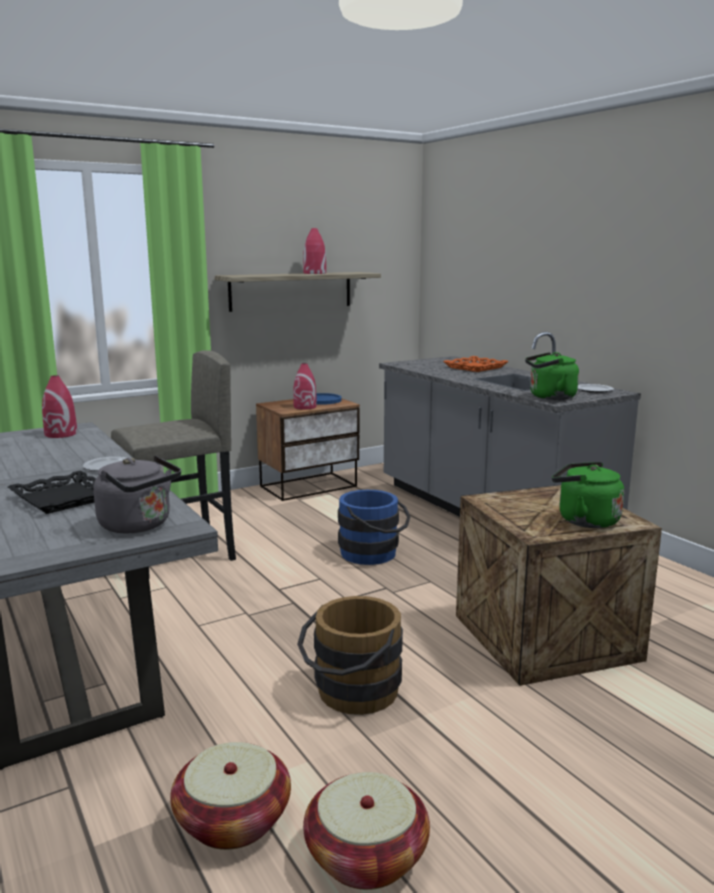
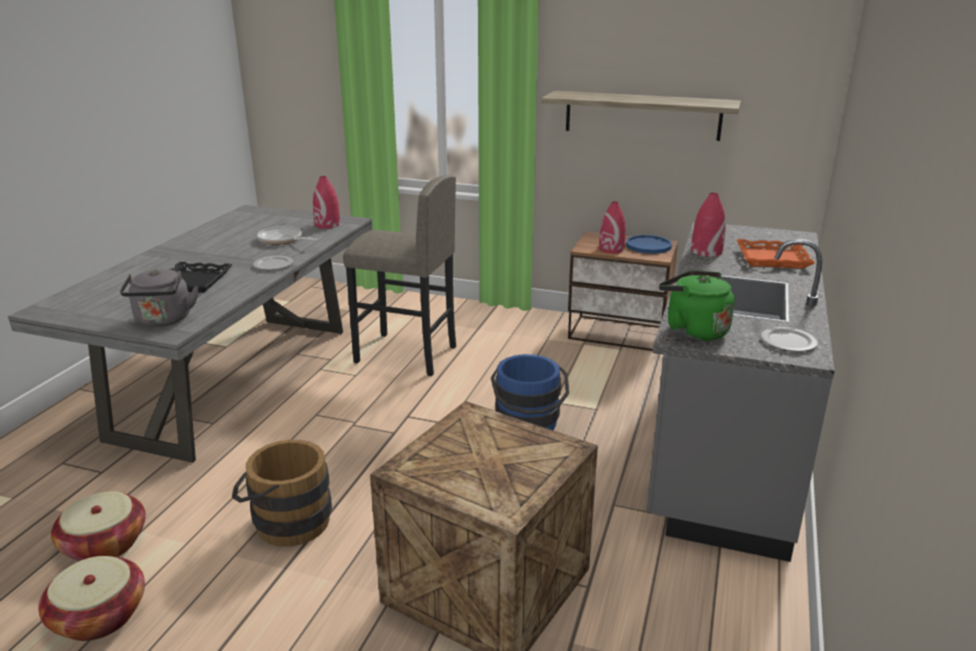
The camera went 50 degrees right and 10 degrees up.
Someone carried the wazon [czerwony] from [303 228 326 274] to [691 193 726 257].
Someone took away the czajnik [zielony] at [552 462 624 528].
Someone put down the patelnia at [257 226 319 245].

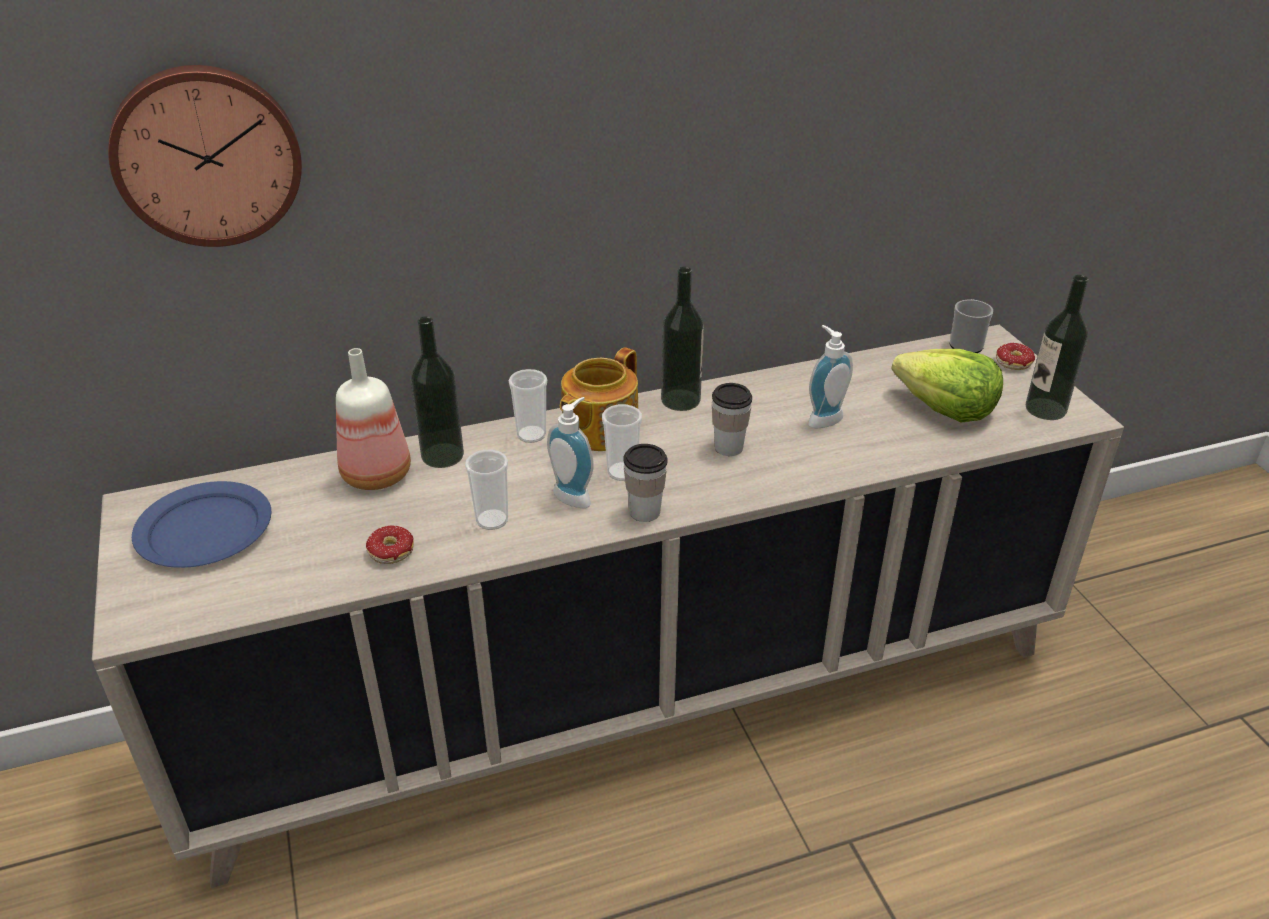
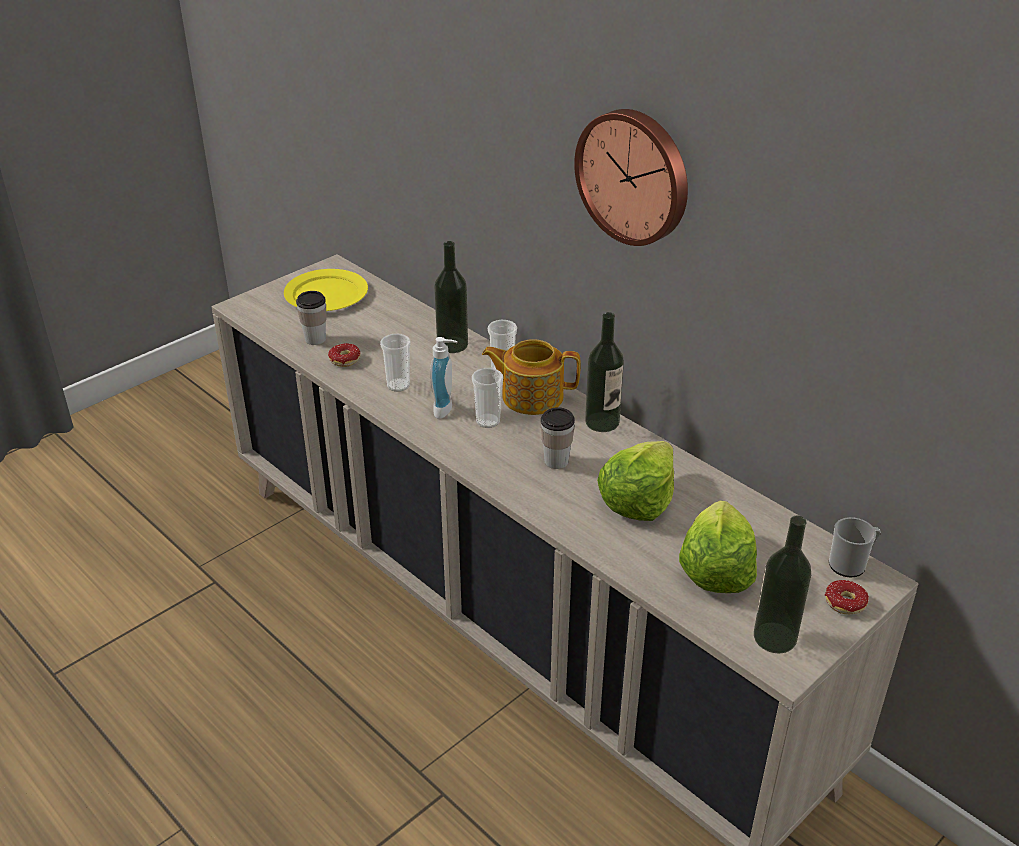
The camera went 65 degrees right and 0 degrees up.
Someone carried the zegar ścienny from [108 65 302 247] to [574 109 688 246].
Someone swapped the dozownik mydła at [808 325 853 428] for the sałata at [597 441 674 521].
Someone took away the butelka at [336 348 411 490].
Someone carried the filiżanka from [623 444 668 522] to [296 291 326 345].
Someone repainted the talerz [niebieski] at [132 481 272 568], which became the talerz [żółty] at [284 269 368 311].

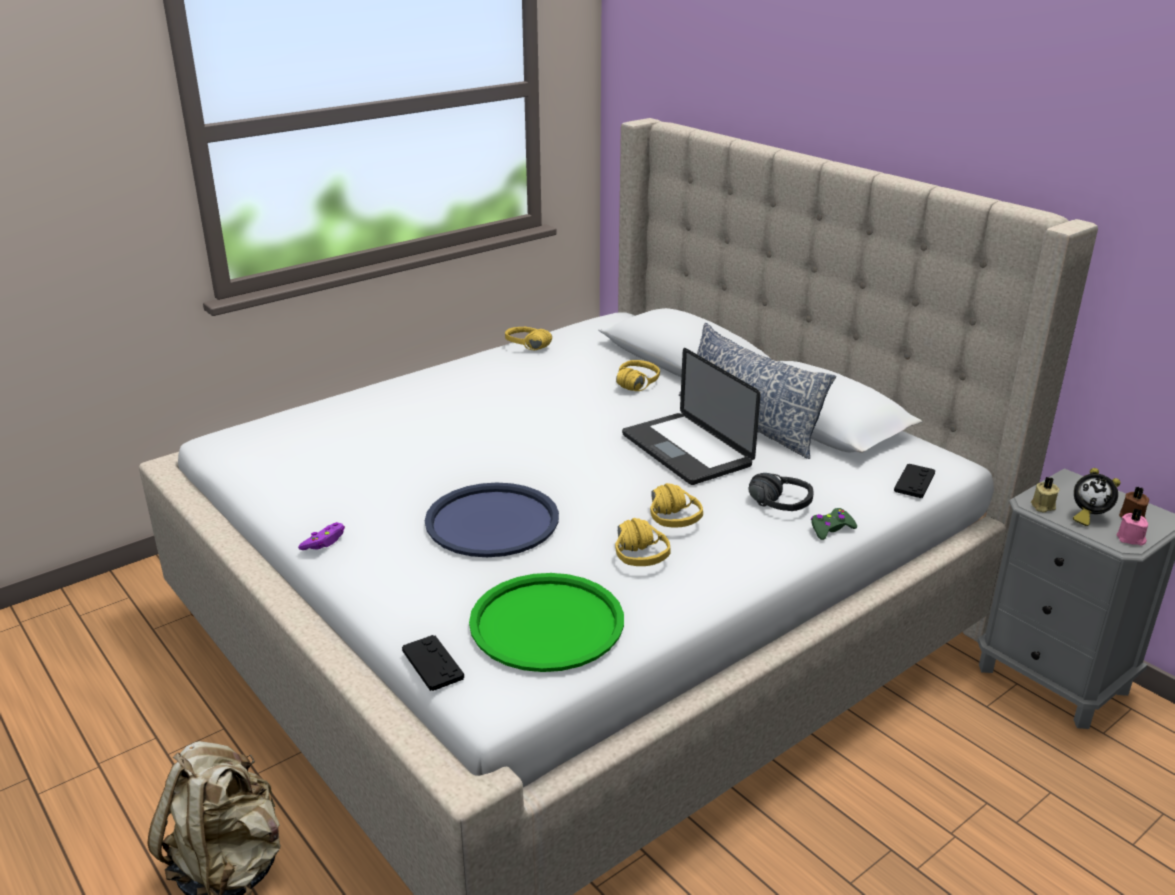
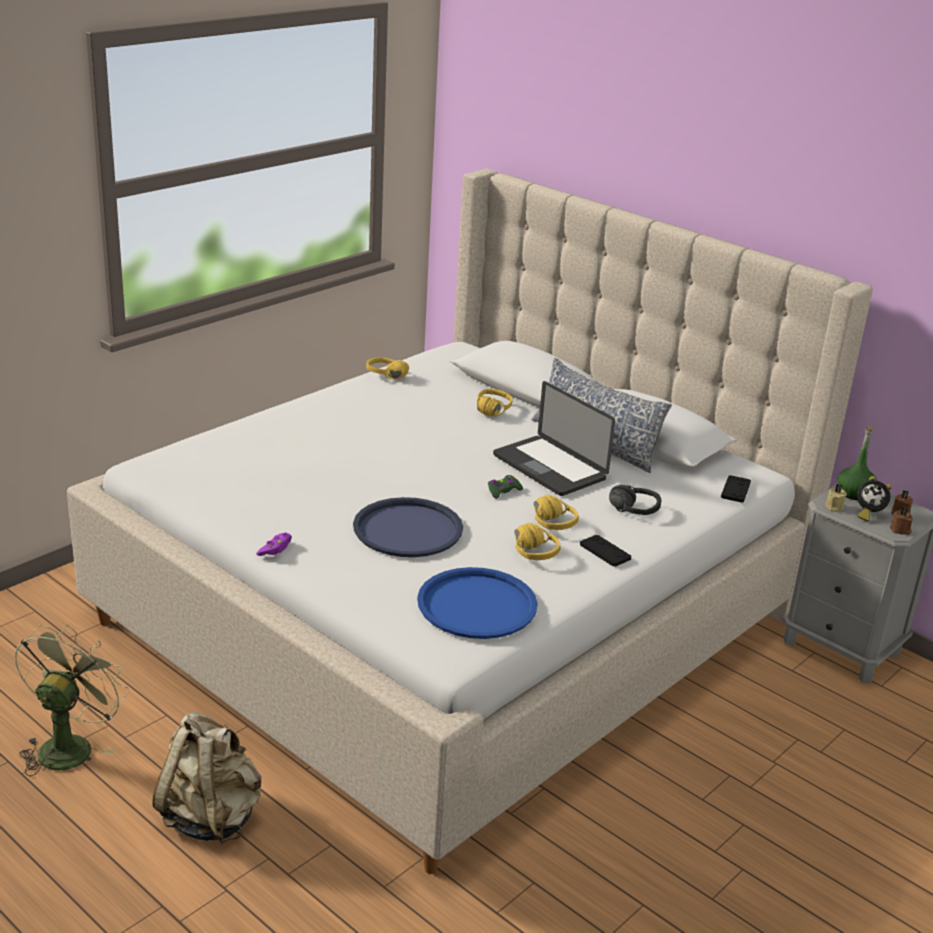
The camera went 10 degrees left and 0 degrees up.
Someone carried the pad do gier [zielony] from [811 508 857 540] to [488 475 523 499].
Someone repainted the świeca [różowy] at [1116 508 1149 546], which became the świeca [brązowy] at [890 506 913 535].
Someone repainted the taca [zielony] at [469 573 624 672], which became the taca [niebieski] at [417 567 538 639].
Someone carried the pad do gier [czarny] from [402 635 464 691] to [580 535 631 567].
Someone put down the butelka [zielony] at [838 426 877 500].
Someone put down the wentylator [zielony] at [14 625 129 777].

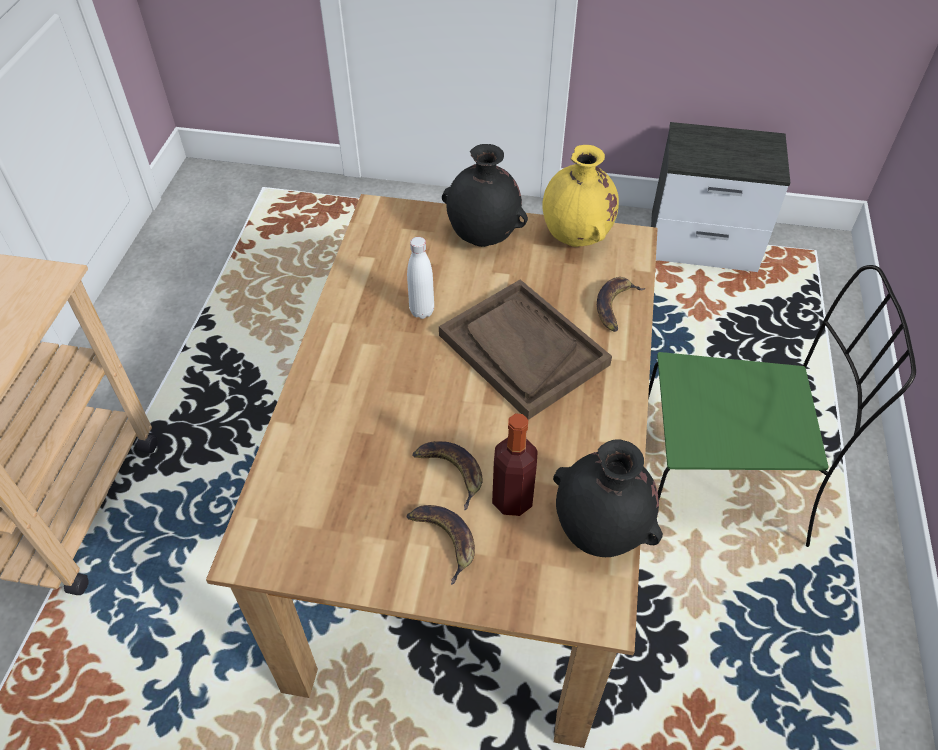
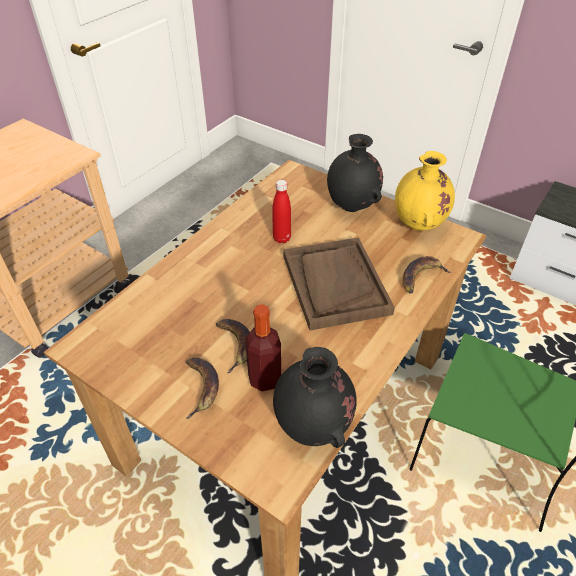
The camera went 25 degrees right and 5 degrees down.
Someone repainted the butelka [biały] at [407 237 434 319], which became the butelka [czerwony] at [272 180 291 243].

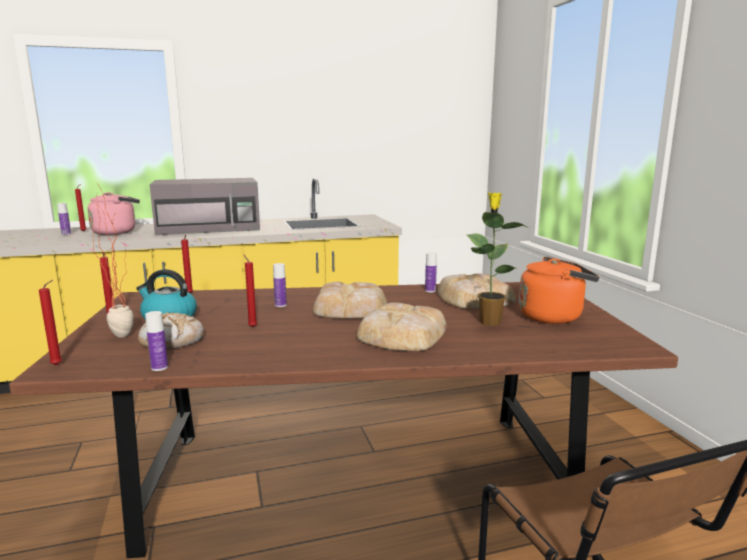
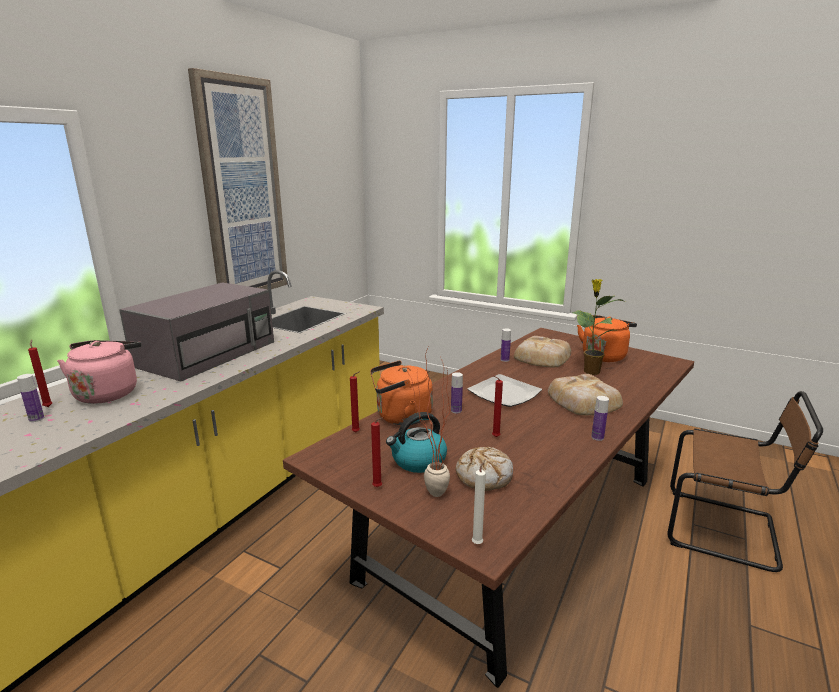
The camera went 45 degrees left and 5 degrees up.
Someone repainted the świeca [czerwony] at [39 280 62 365], which became the świeca [biały] at [472 459 486 544].
Someone swapped the chleb at [313 282 387 319] for the talerz at [468 374 542 407].
Someone carried the butelka from [145 311 168 371] to [591 396 609 441].
Someone put up the obraz at [188 68 288 289].
Someone put down the czajnik [pomarańczowy] at [370 361 433 425].

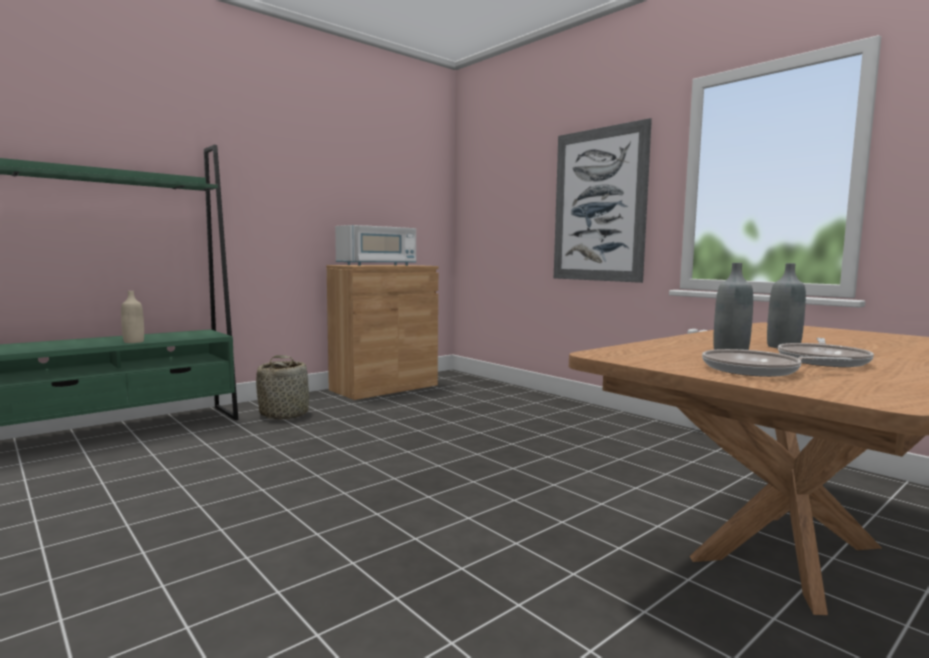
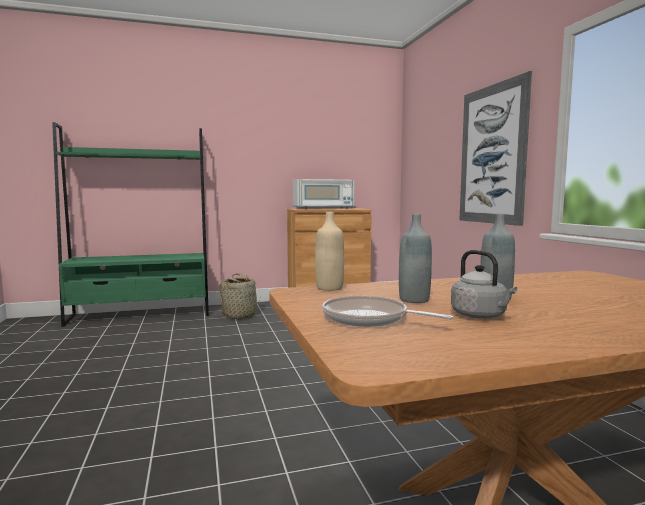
The camera went 25 degrees right and 0 degrees up.
Someone carried the butelka [beżowy] from [121 291 144 343] to [315 212 344 291].
Someone swapped the patelnia at [778 338 874 367] for the czajnik [szary] at [451 250 517 319].

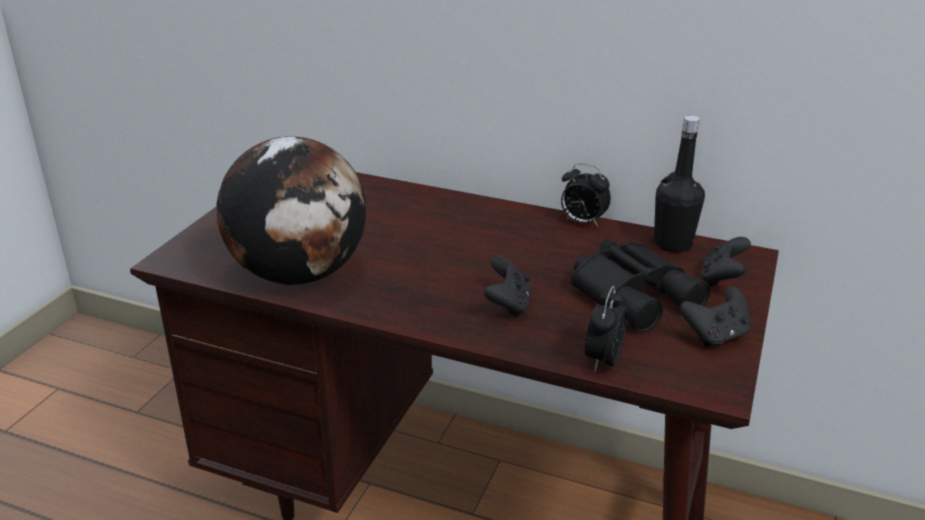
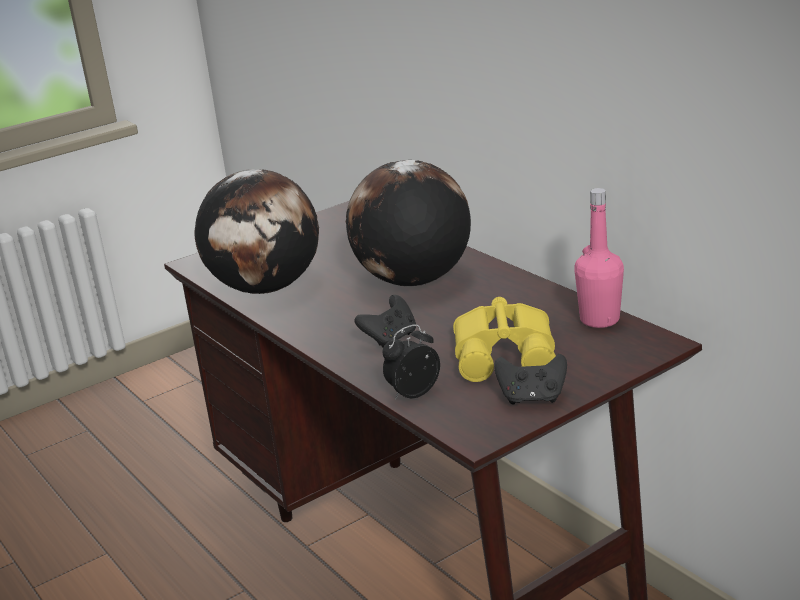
The camera went 35 degrees right and 5 degrees down.
Someone repainted the butelka [czarny] at [654 116 705 252], which became the butelka [różowy] at [574 188 624 328].
Someone took away the budzik at [561 163 611 227].
Someone took away the pad do gier [czarny] at [700 237 751 287].
Someone repainted the lornetka [czarny] at [571 239 711 332], which became the lornetka [żółty] at [453 297 556 382].
Someone put down the globus at [346 160 471 287].

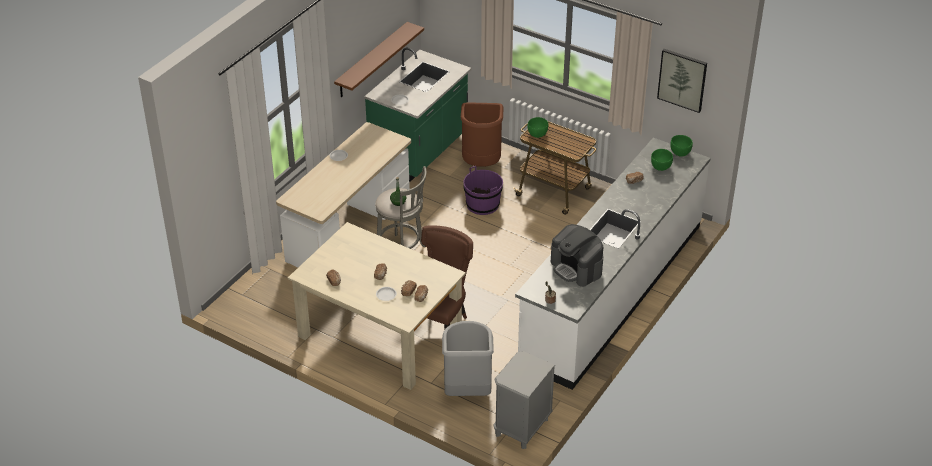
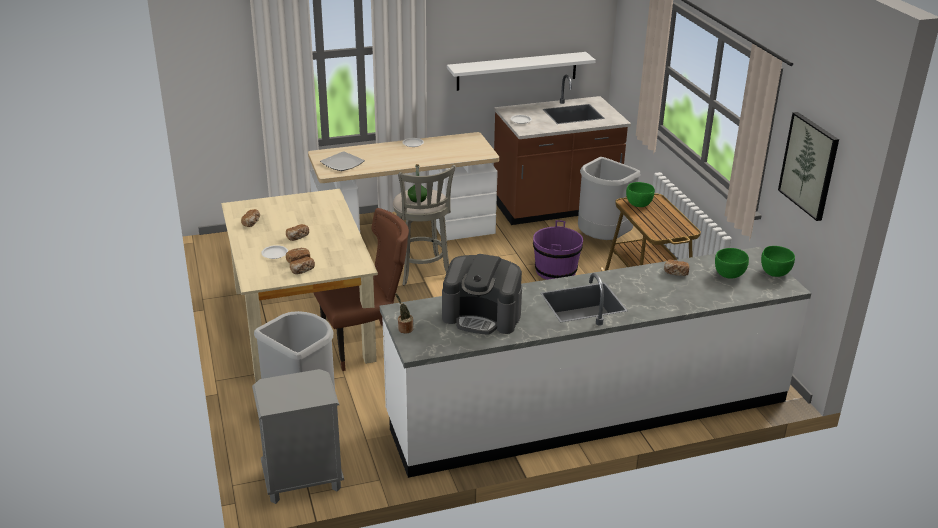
The camera went 40 degrees right and 10 degrees down.
Someone repainted the półka [brązowy] at [334 22 424 97], which became the półka [biały] at [447 52 596 91].
Someone repainted the zabudowa kuchenna [zielony] at [364 48 471 182], which became the zabudowa kuchenna [brązowy] at [494 75 631 225].
Someone repainted the kosz na śmieci [brązowy] at [461 102 503 167], which became the kosz na śmieci [szary] at [578 157 640 240].
Someone rotated the ekspres do kawy at [551 224 603 287] by 75 degrees counterclockwise.
Someone put down the talerz at [320 151 365 171].

